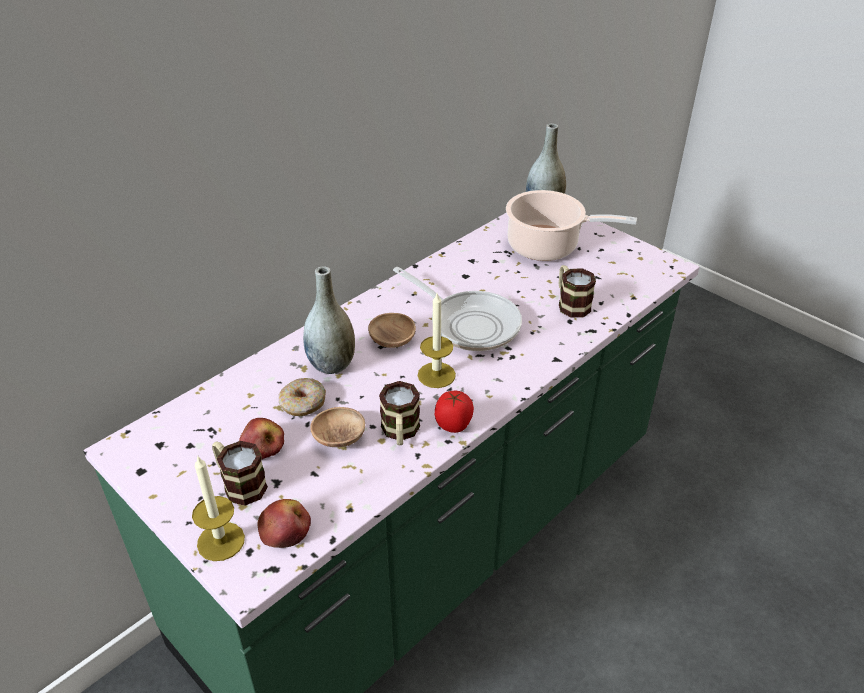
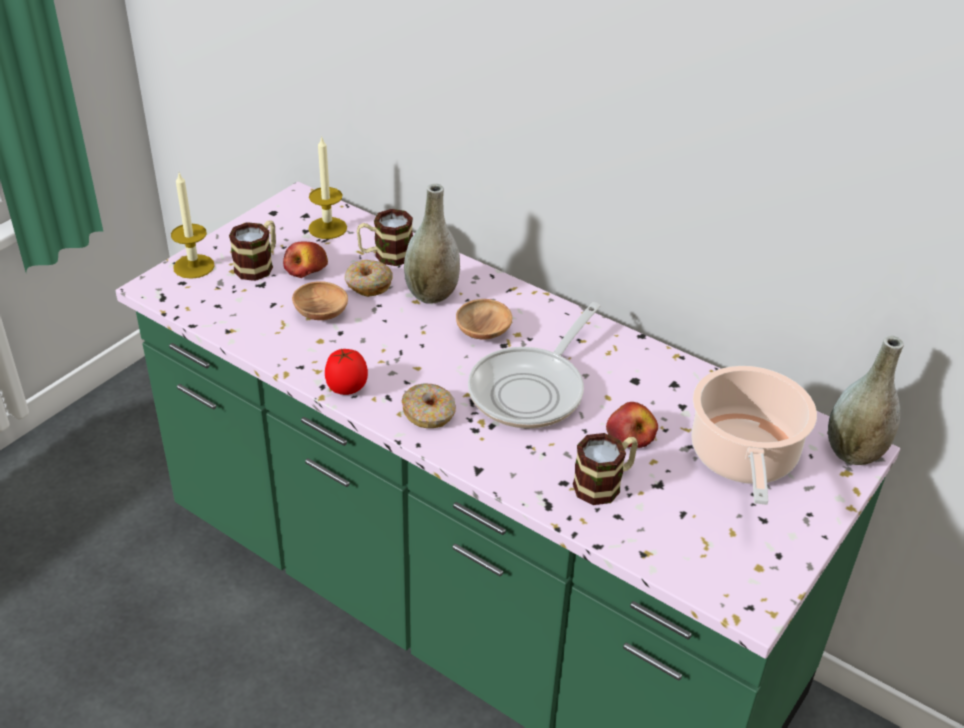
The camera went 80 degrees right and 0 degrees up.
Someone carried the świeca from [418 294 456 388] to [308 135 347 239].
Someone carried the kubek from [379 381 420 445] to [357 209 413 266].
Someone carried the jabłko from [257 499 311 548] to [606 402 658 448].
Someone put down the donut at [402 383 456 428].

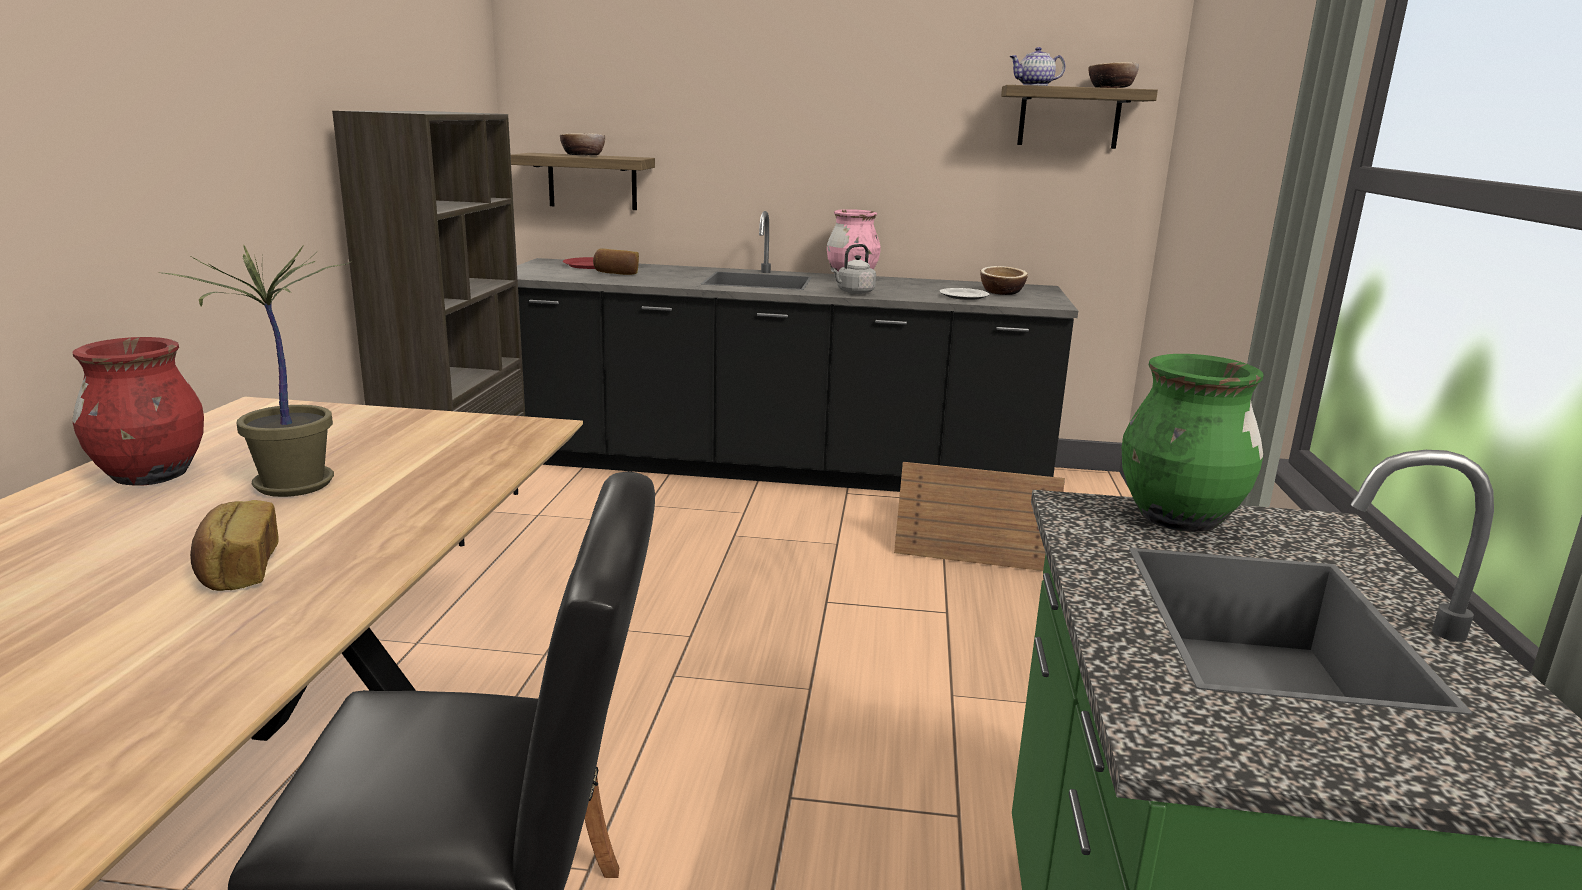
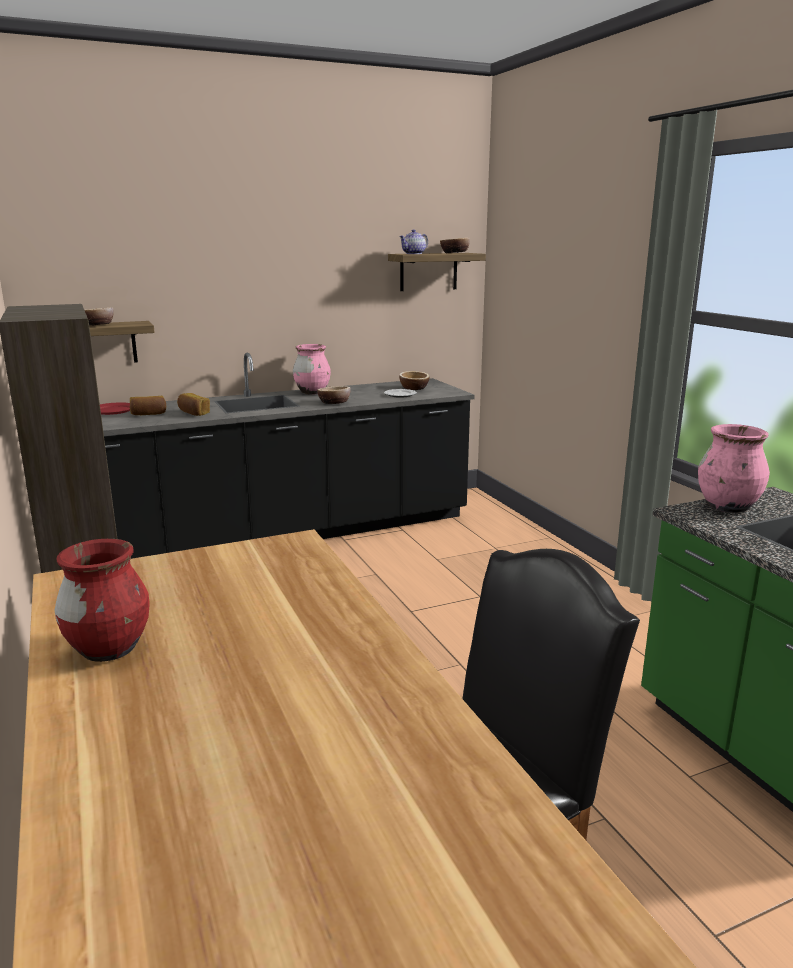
The camera went 30 degrees left and 0 degrees up.
Someone swapped the czajnik [szary] at [831 244 876 294] for the miska at [317 386 350 404].
Someone took away the roślina doniczkowa at [157 246 352 497].
Someone repainted the wazon [zielony] at [1122 354 1264 532], which became the wazon [różowy] at [698 424 770 513].
Someone took away the skrzynka at [894 462 1065 571].
Someone carried the chleb from [190 500 279 591] to [177 393 210 416].

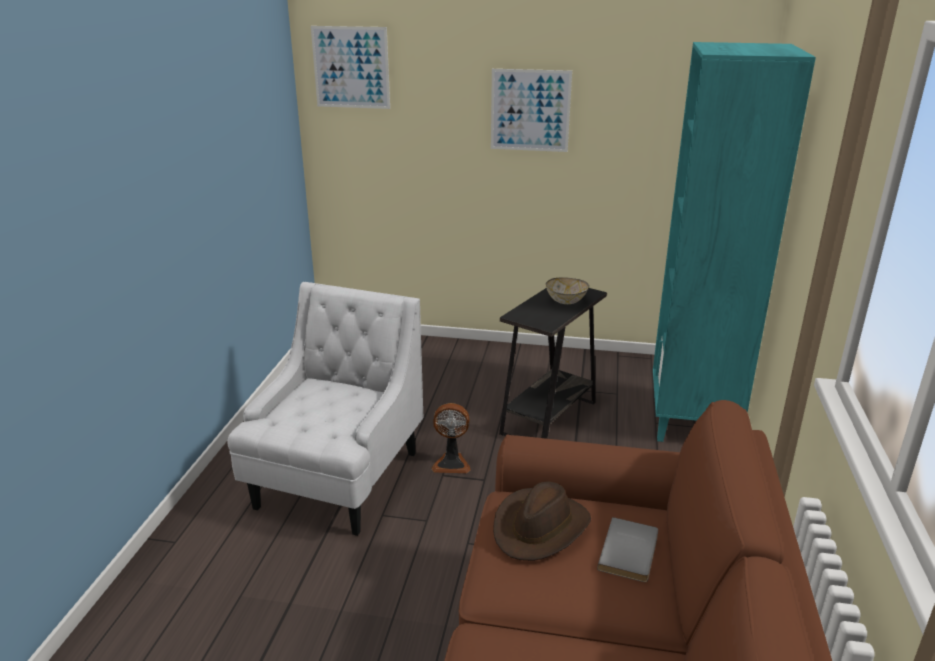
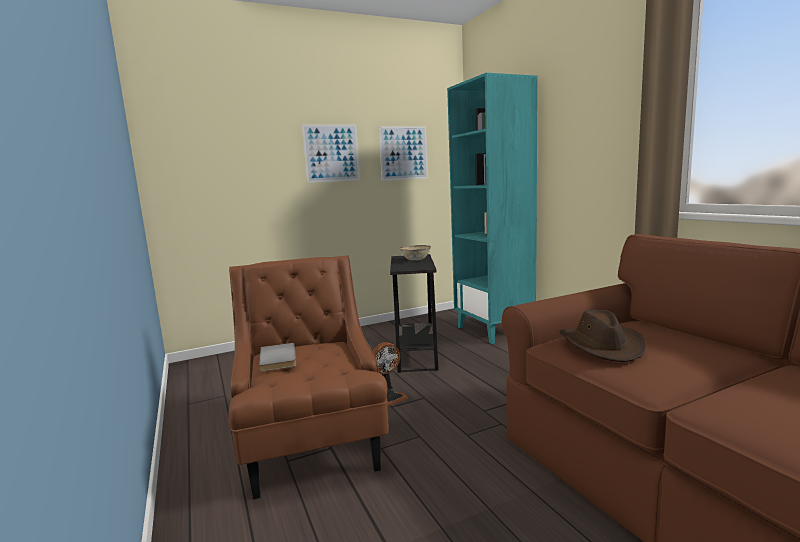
The camera went 35 degrees left and 15 degrees down.
Someone carried the obraz from [311 26 390 109] to [379 126 428 181].
Someone repainted the fotel [biały] at [227 282 423 536], which became the fotel [brązowy] at [229 255 389 499].
Someone carried the książka [szary] from [597 517 658 582] to [259 343 297 372].

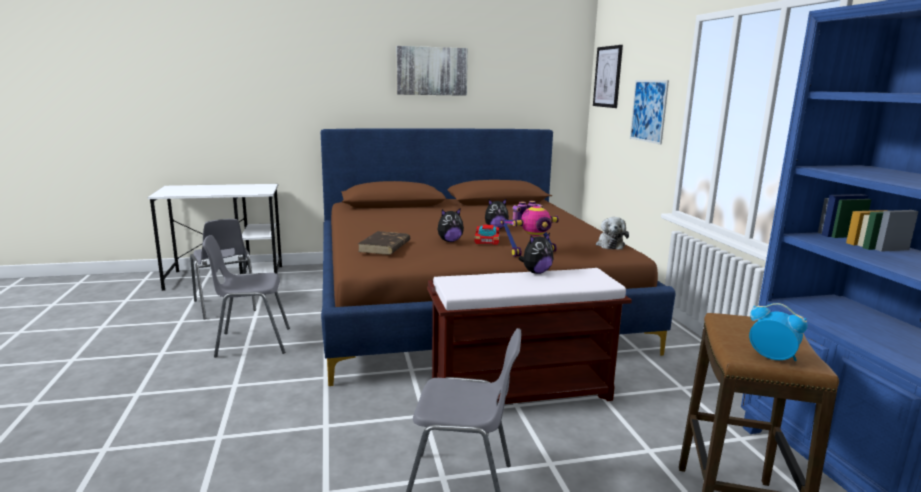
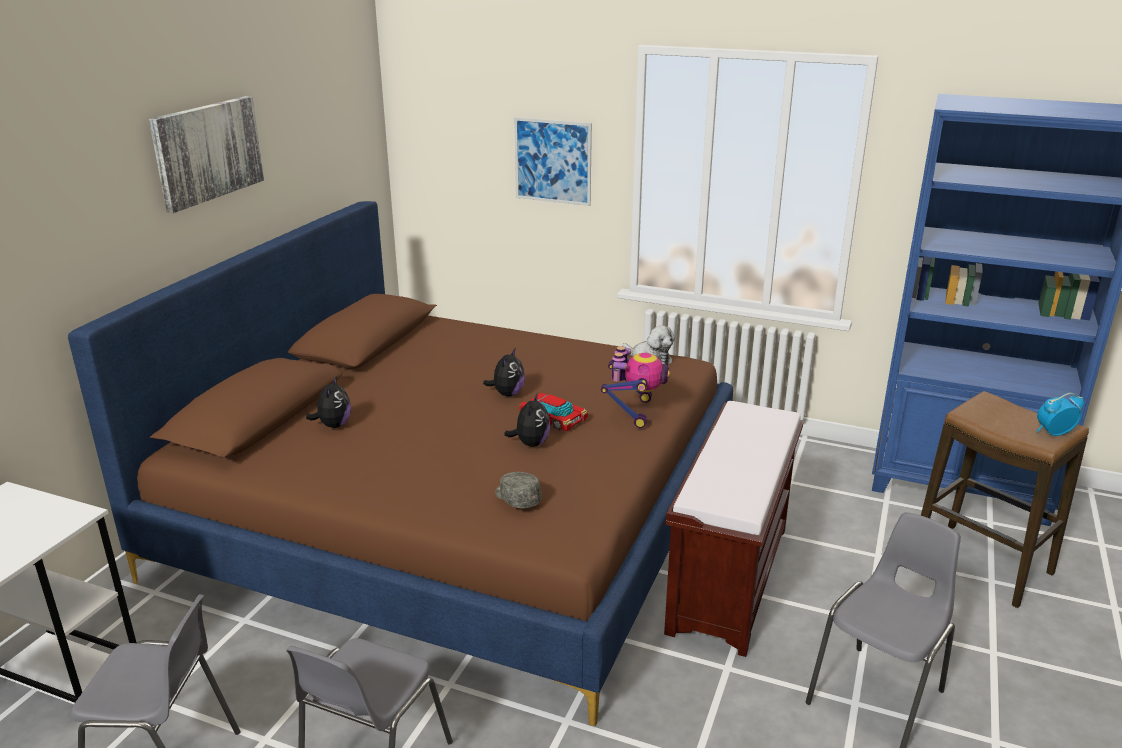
The camera went 55 degrees left and 10 degrees up.
Someone took away the obraz at [593 45 623 108].
Someone swapped the książka [brązowy] at [358 231 410 255] for the czapka z daszkiem [szary] at [495 472 542 508].
Someone carried the pluszak from [519 233 553 274] to [306 377 351 428].

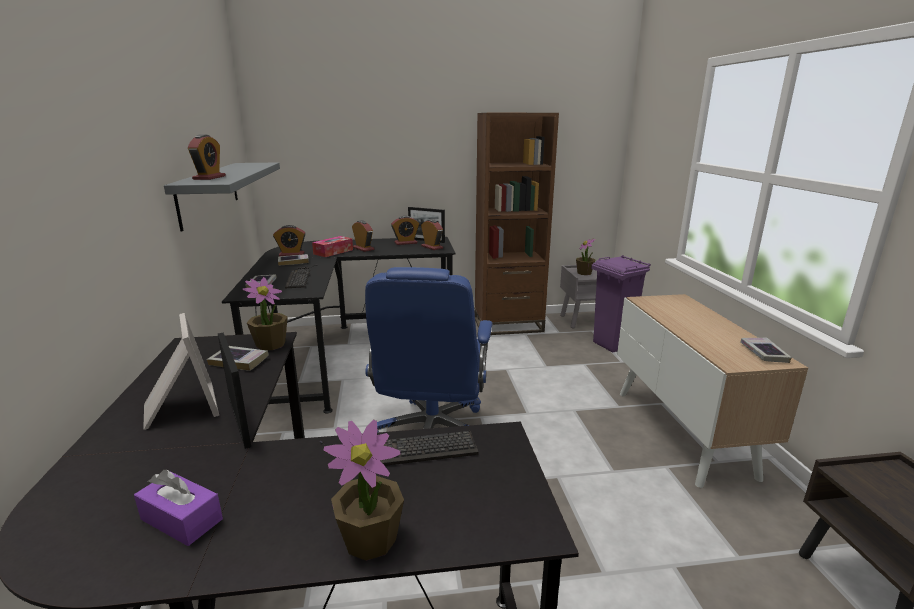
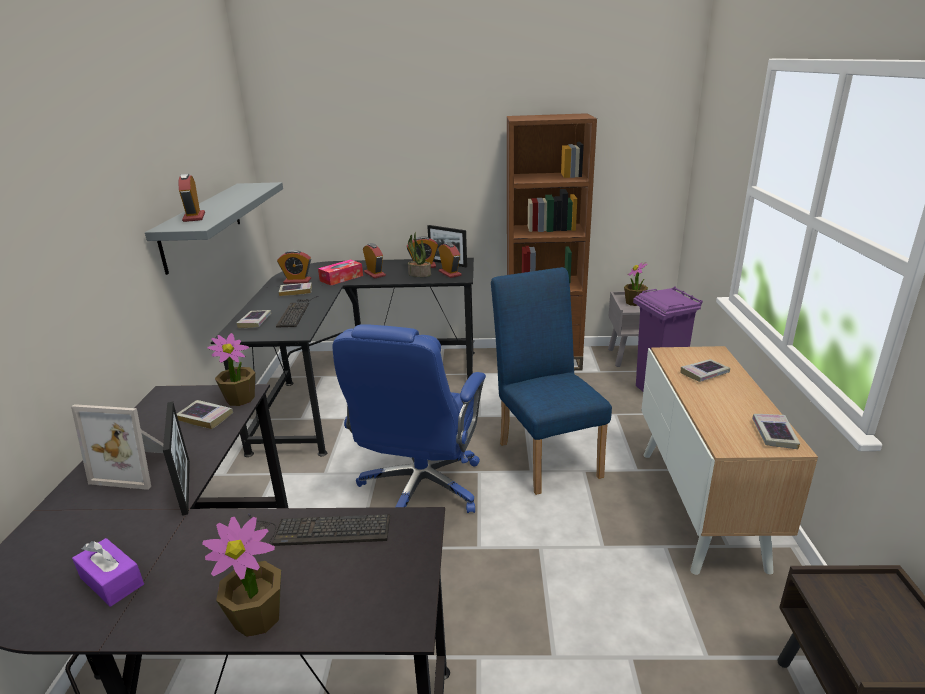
The camera went 10 degrees right and 5 degrees up.
Someone rotated the budzik at [188 134 226 180] by 150 degrees clockwise.
Someone rotated the ramka na zdjęcie at [143 313 219 430] by 120 degrees clockwise.
Someone put down the roślina doniczkowa at [408 232 431 277].
Someone put down the krzesło [niebieski] at [491 267 612 495].
Someone put down the książka at [680 359 730 382].

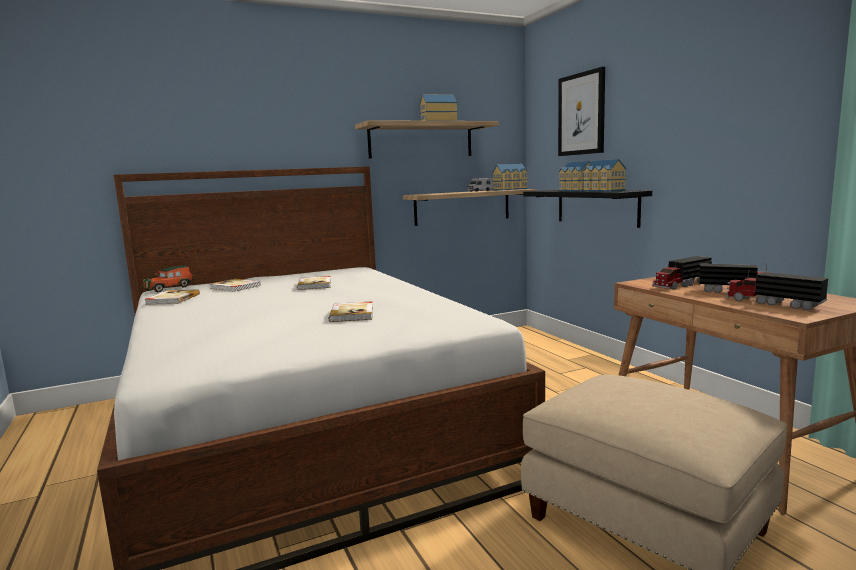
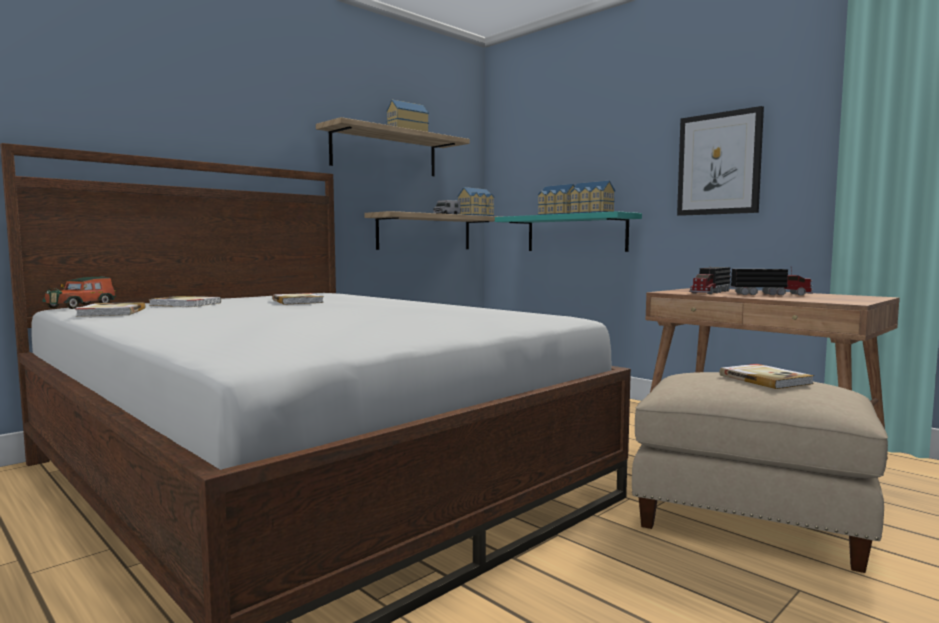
The camera went 20 degrees left and 5 degrees down.
Someone carried the obraz from [558 67 605 156] to [677 106 764 216].
Someone repainted the półka [czarny] at [523 190 652 228], which became the półka [turkusowy] at [495 211 642 252].
Someone took away the ciężarówka zabawkowa at [726 270 828 311].
Someone carried the książka from [329 301 373 322] to [720 364 814 389].

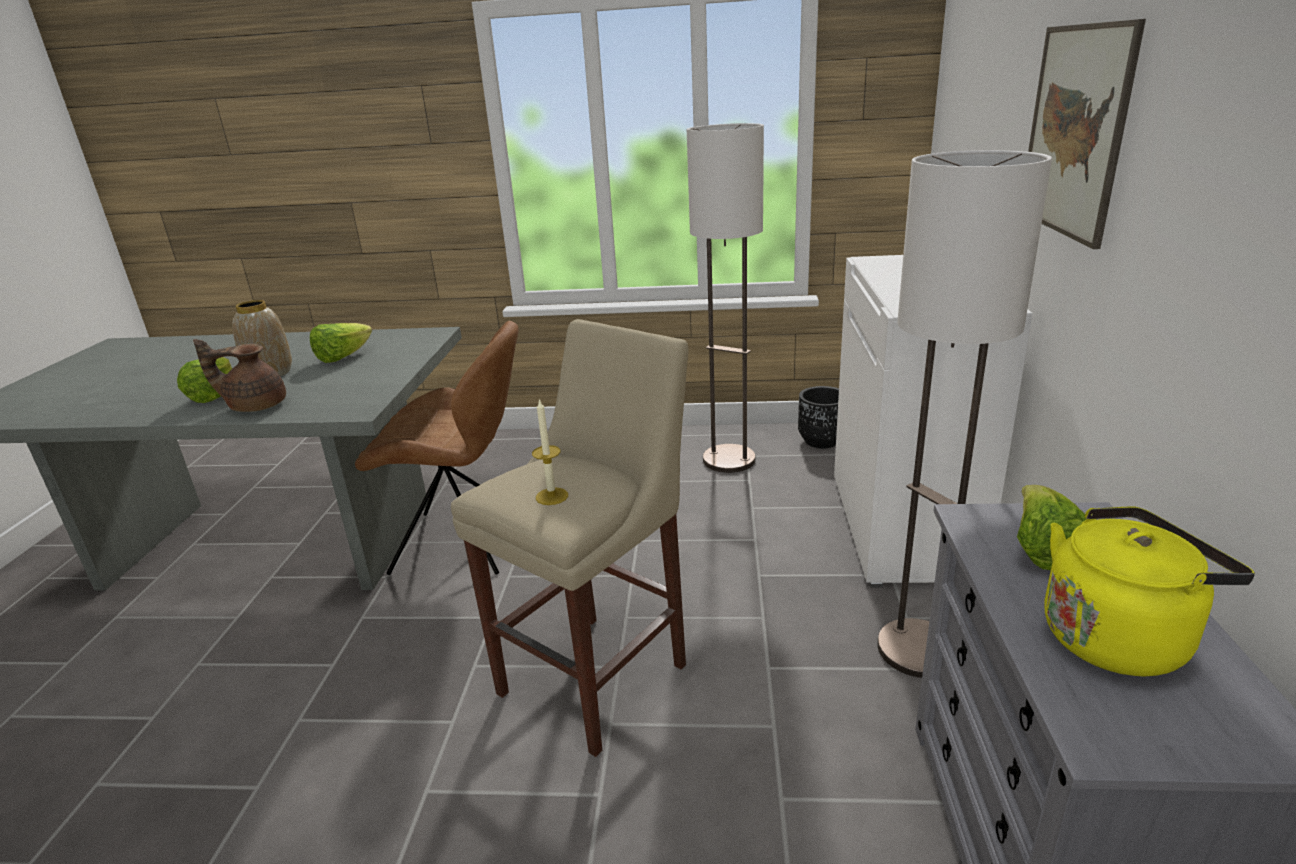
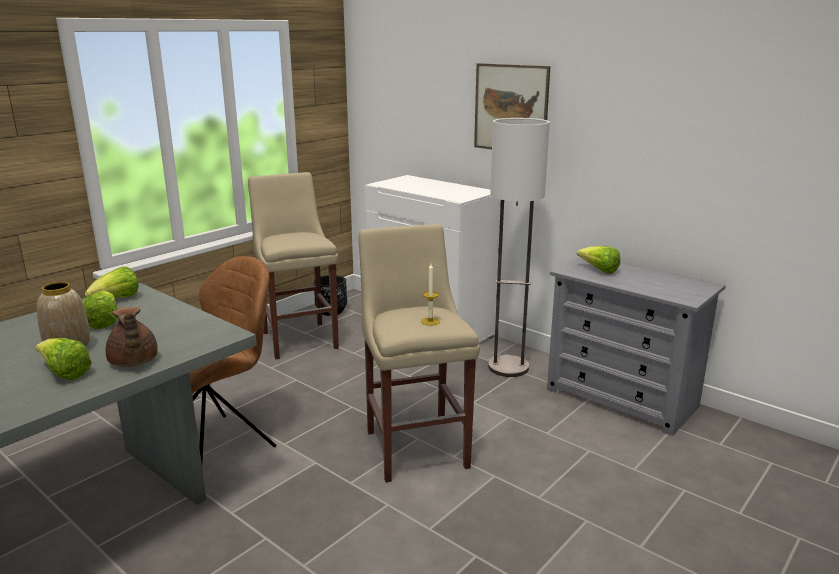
The camera went 55 degrees left and 5 degrees down.
Someone swapped the lampa stojąca at [687 123 764 473] for the stołek [beżowy] at [248 172 339 359].
Someone rotated the imbryk [brązowy] at [193 339 286 412] by 60 degrees counterclockwise.
Someone took away the czajnik [żółty] at [1044 506 1255 676].
Someone put down the sałata at [85 266 138 298].

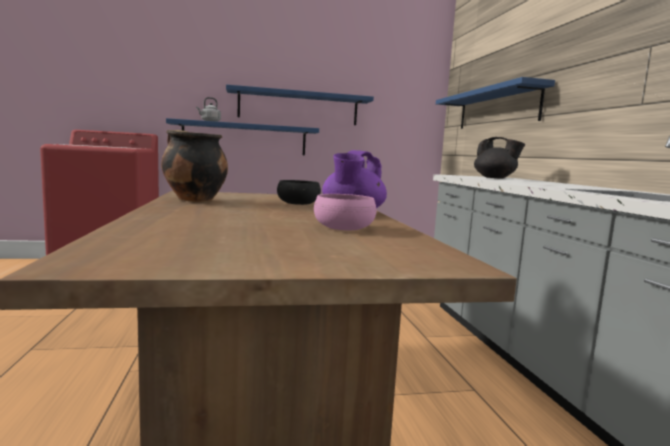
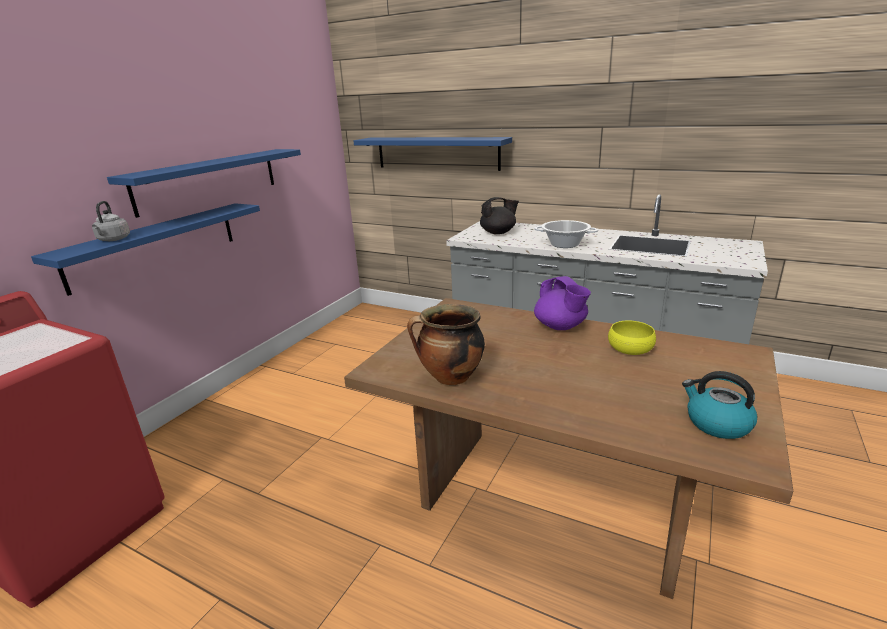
The camera went 50 degrees left and 15 degrees up.
Someone took away the miska [czarny] at [277 180 321 205].
Someone repainted the miska [różowy] at [314 194 376 230], which became the miska [żółty] at [608 321 656 355].
Someone put down the garnek at [534 220 598 248].
Someone put down the czajnik at [682 371 757 439].

